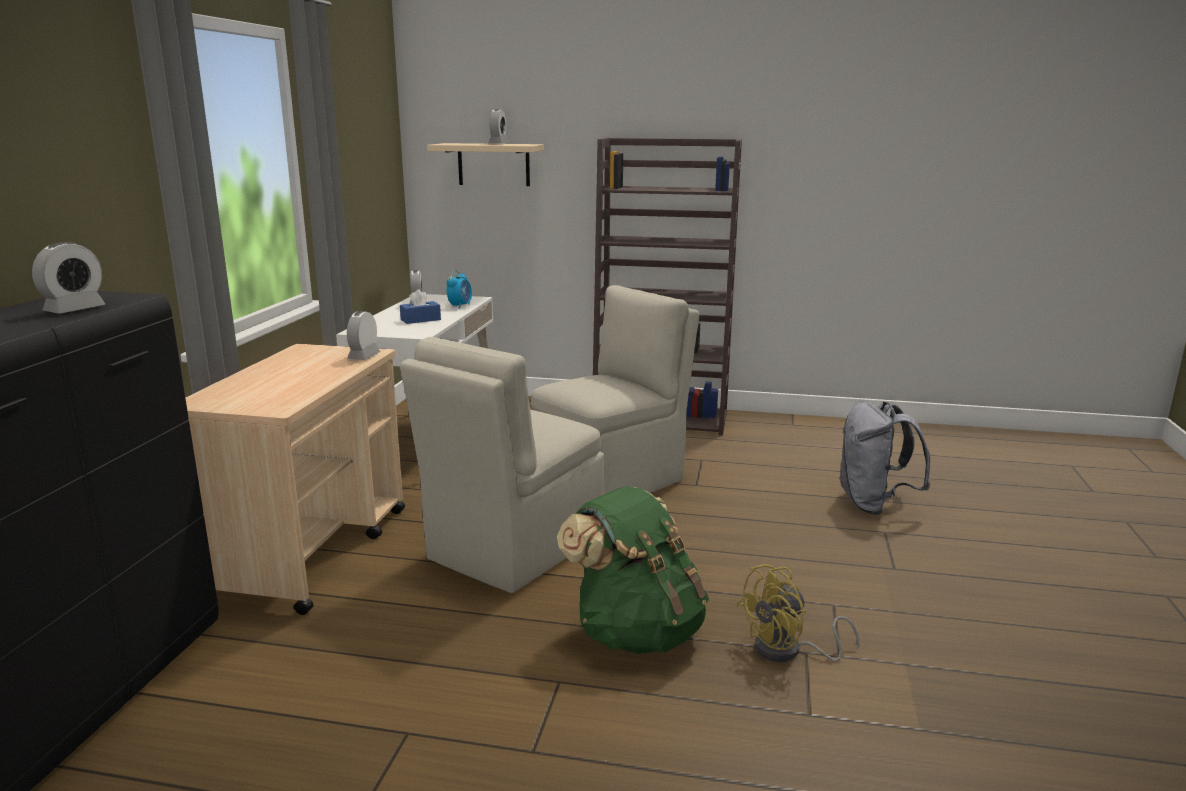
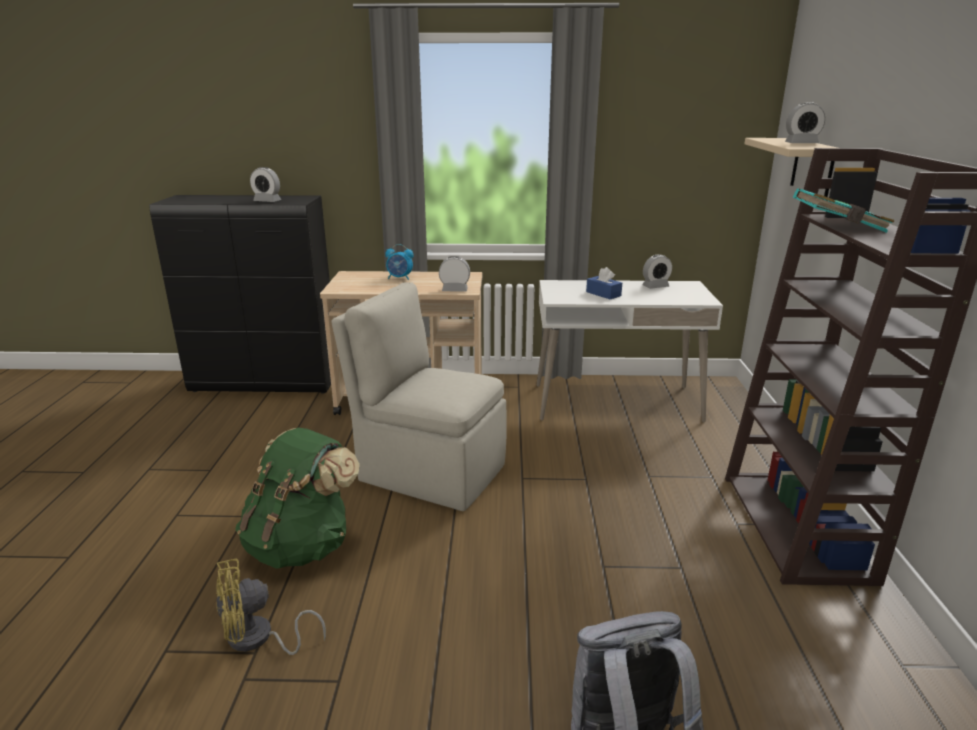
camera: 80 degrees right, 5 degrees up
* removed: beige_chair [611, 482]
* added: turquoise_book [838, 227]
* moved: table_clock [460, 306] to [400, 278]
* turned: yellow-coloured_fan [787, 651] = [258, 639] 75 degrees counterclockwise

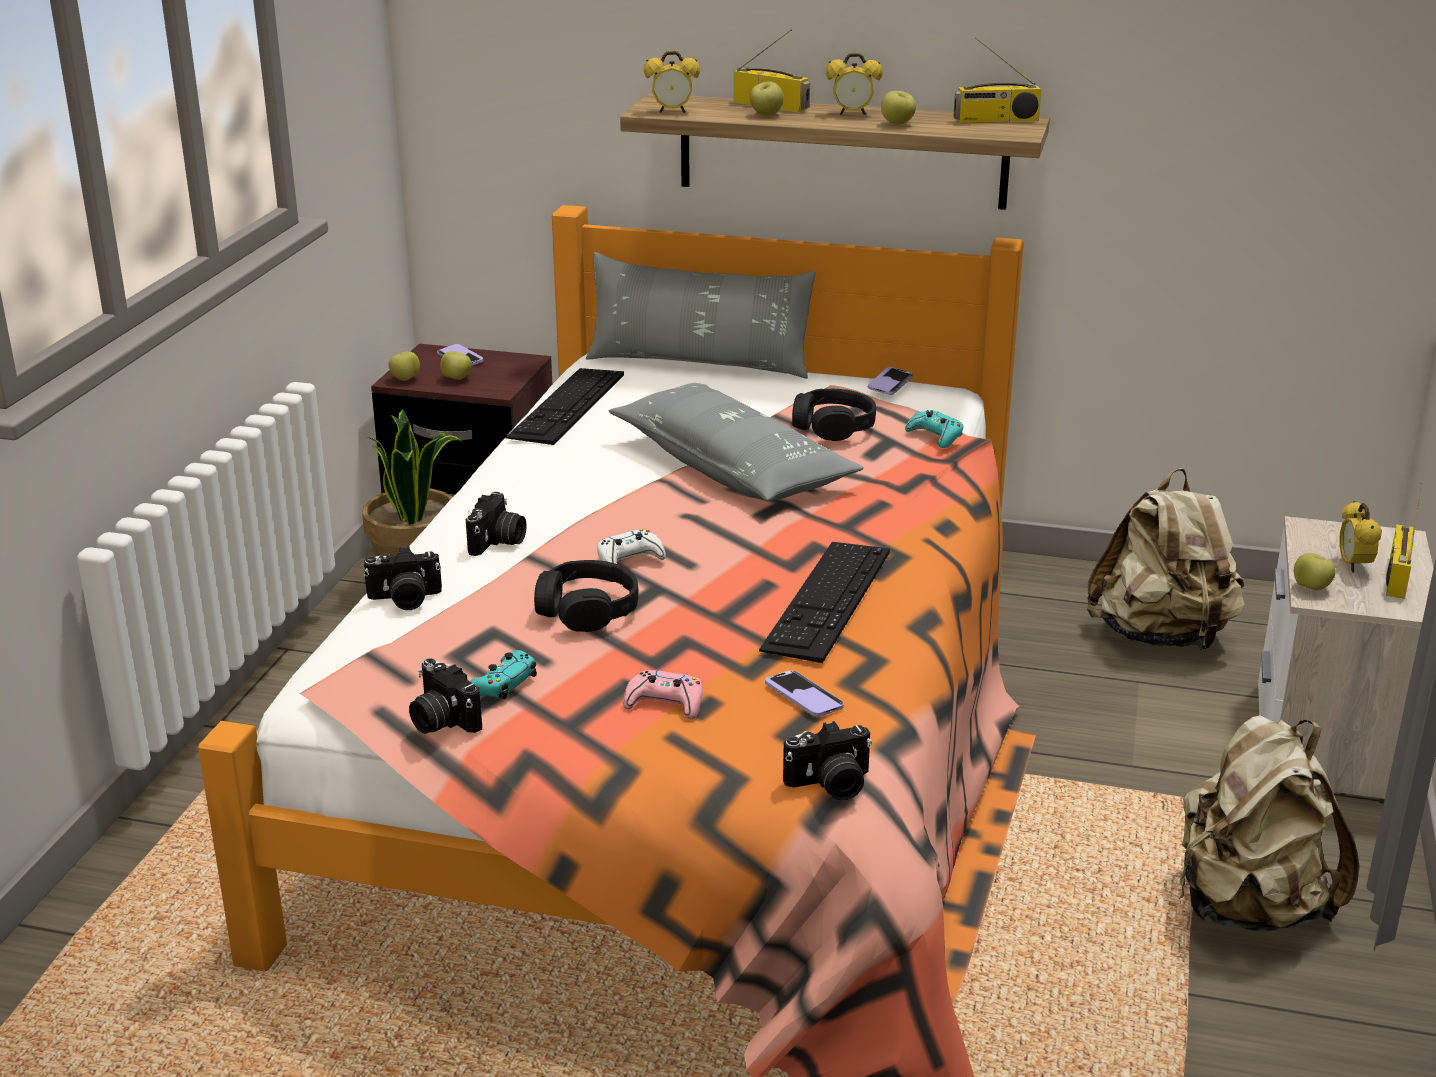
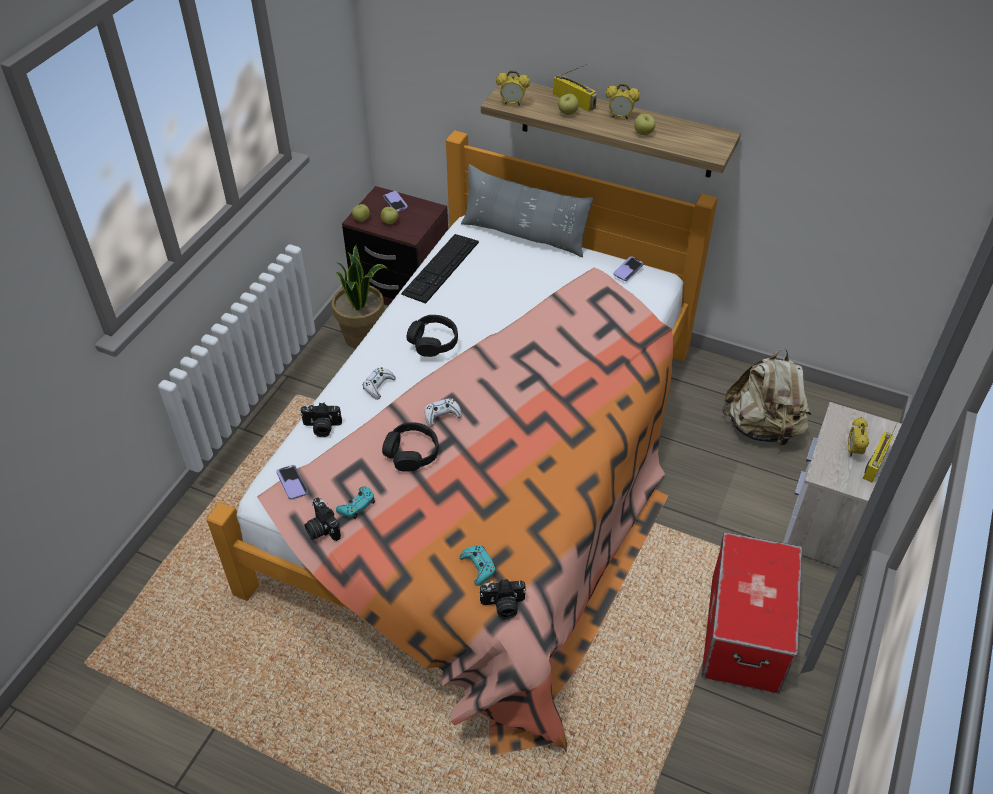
camera: 10 degrees right, 20 degrees up
* removed: greyish_pillow [732, 467]
* removed: pink_gamepad [665, 703]
* removed: PC_keyboard [827, 599]
* removed: radio_receiver [995, 120]
* removed: whole_apple [1311, 588]
* moved: phone [804, 696] to [292, 483]
* moved: black-coloured_headset [833, 426] to [433, 341]
* moved: turquoise_gamepad [935, 436] to [478, 567]
* replaced: still_camera [498, 542] to white-coloured_gamepad [378, 386]
* replaced: beige_backpack [1248, 907] to storage_box [745, 633]

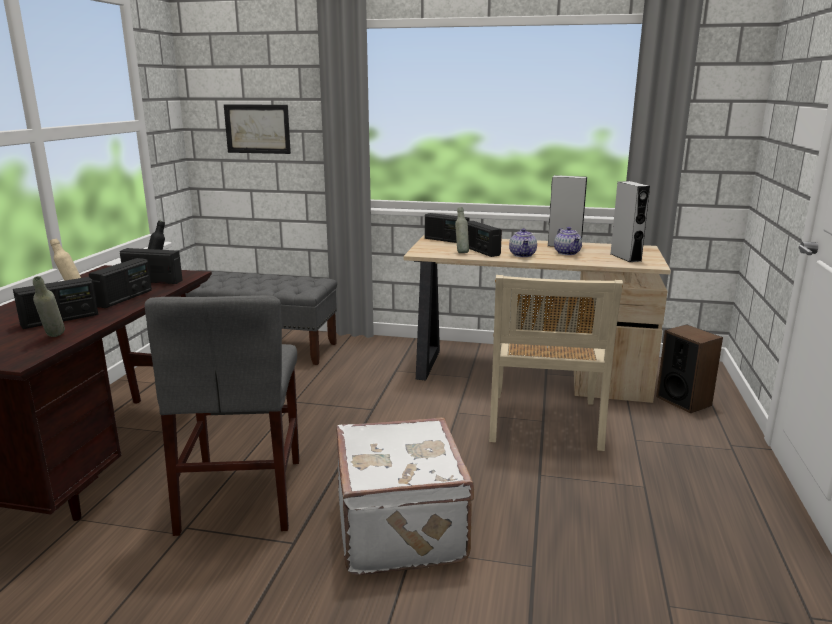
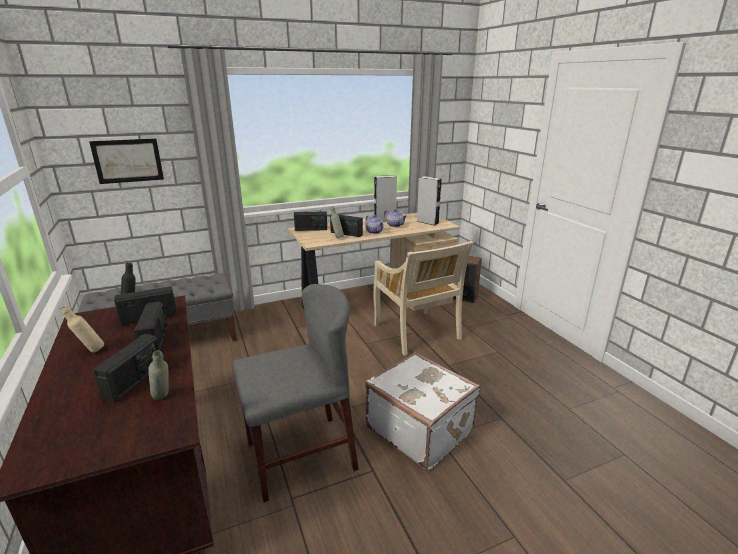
camera: 35 degrees left, 5 degrees up
* turned: greyish_chair [242, 494] = [301, 456] 75 degrees counterclockwise

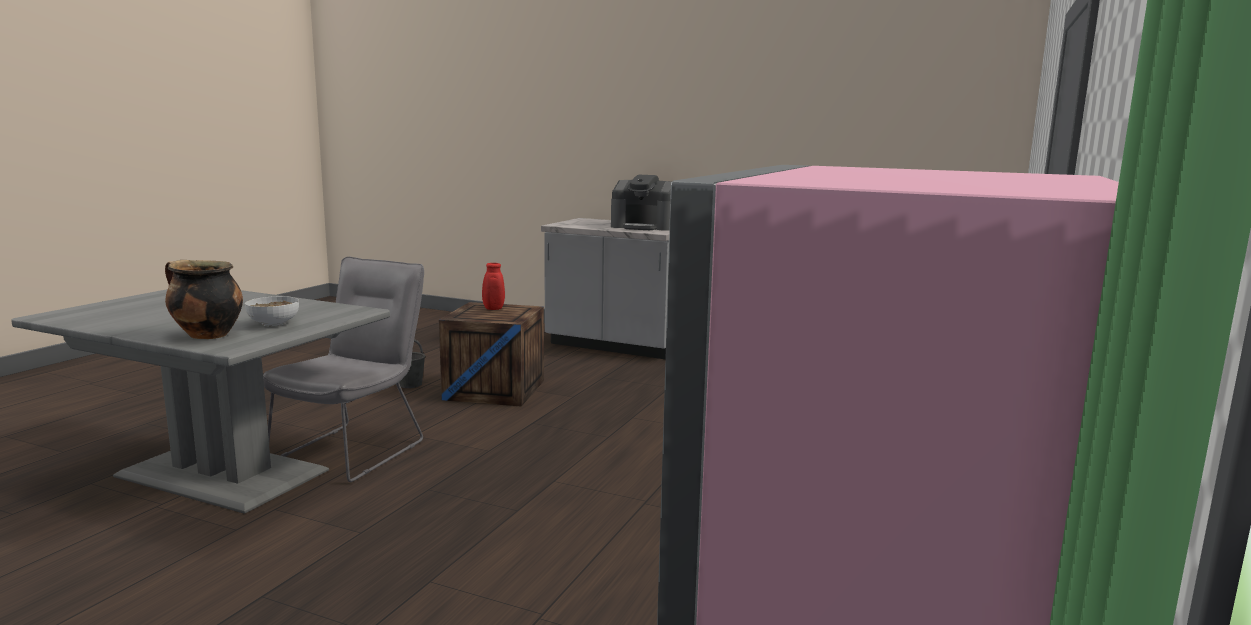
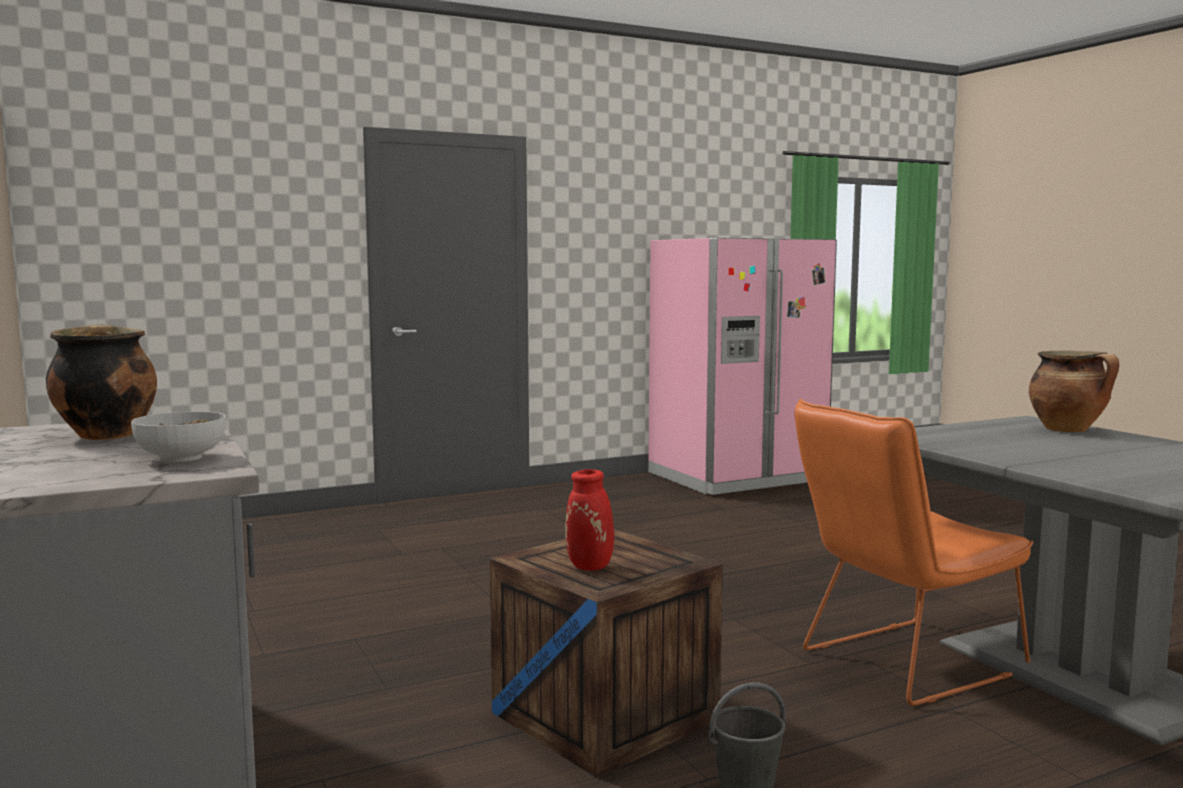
camera: 140 degrees left, 5 degrees down
* moved: serving_bowl [273, 324] to [182, 458]
* replaced: coffee_maker [644, 227] to cooking_pot [105, 435]
* recoloured: greyish_chair [355, 448] to orangey_chair [901, 664]

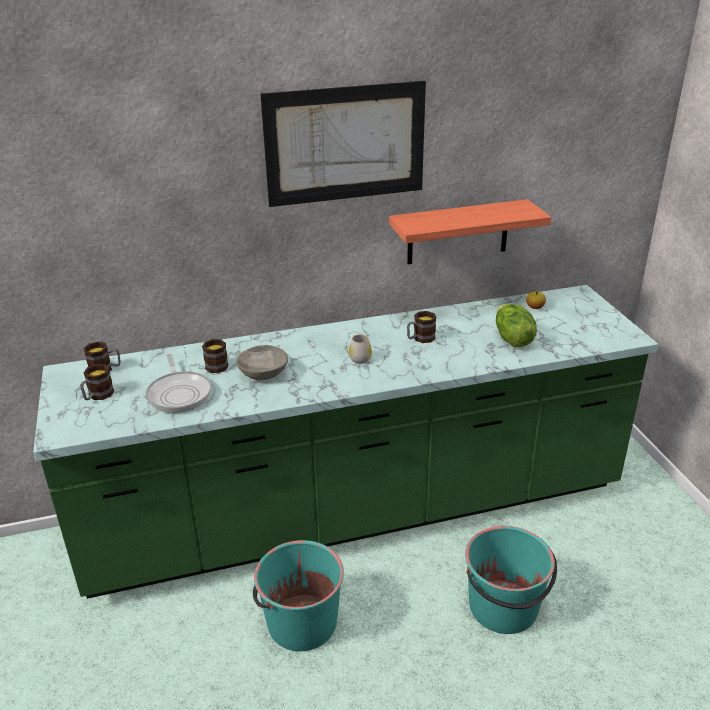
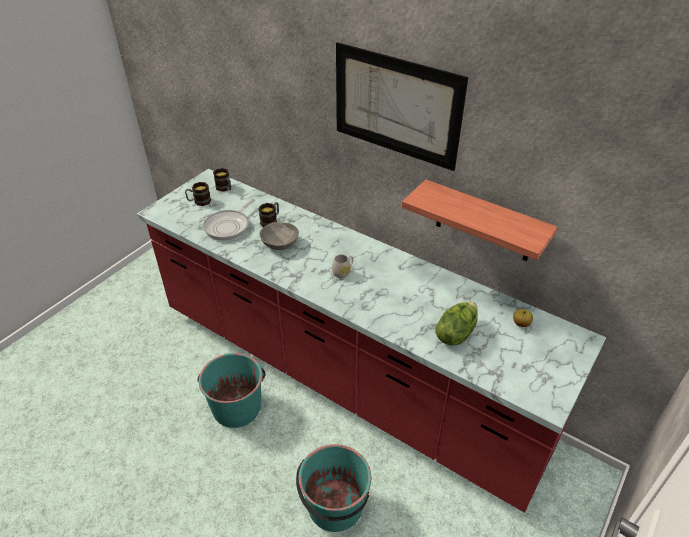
camera: 50 degrees right, 10 degrees up
* removed: coffee_mug [420, 339]
* recoloured: green_kitchen_base_unit [357, 514] to reddish_kitchen_base_unit [344, 376]

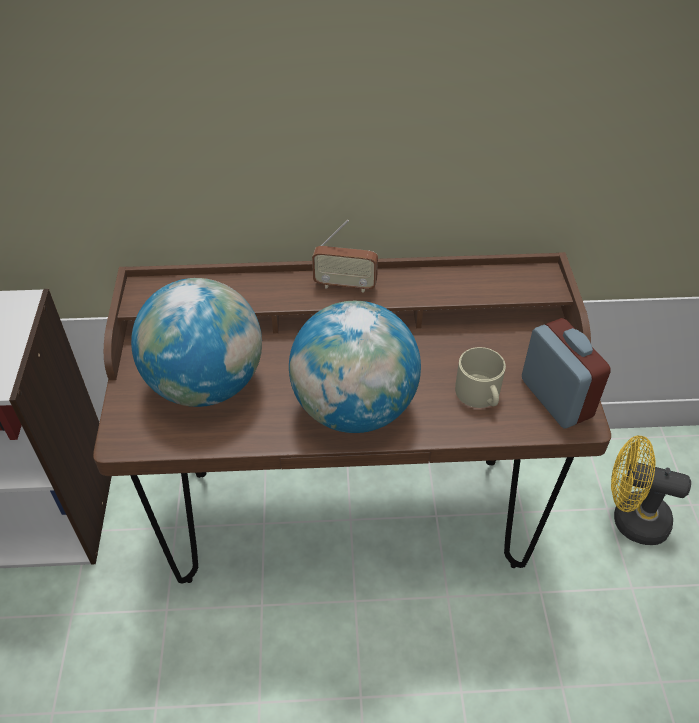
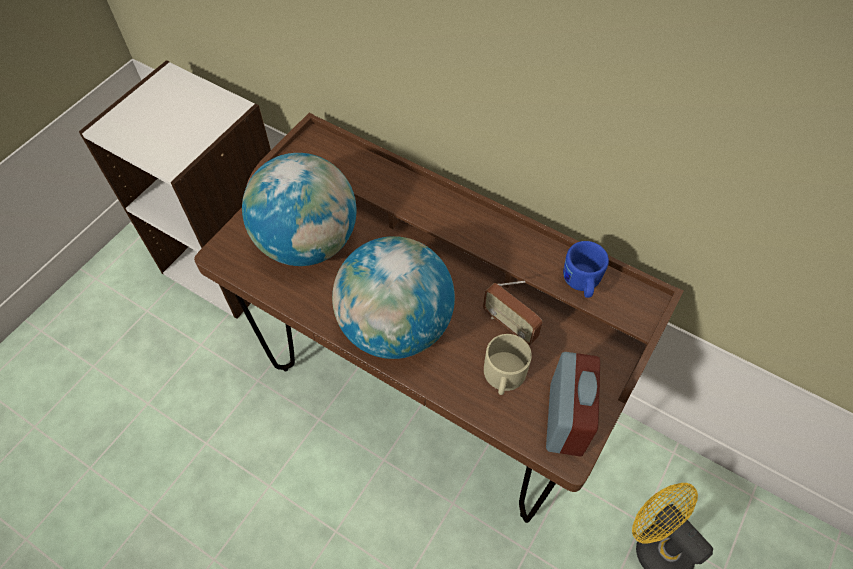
camera: 35 degrees right, 10 degrees up
* added: blue-coloured_coffee_mug [580, 284]
* moved: radio_receiver [345, 285] to [509, 325]

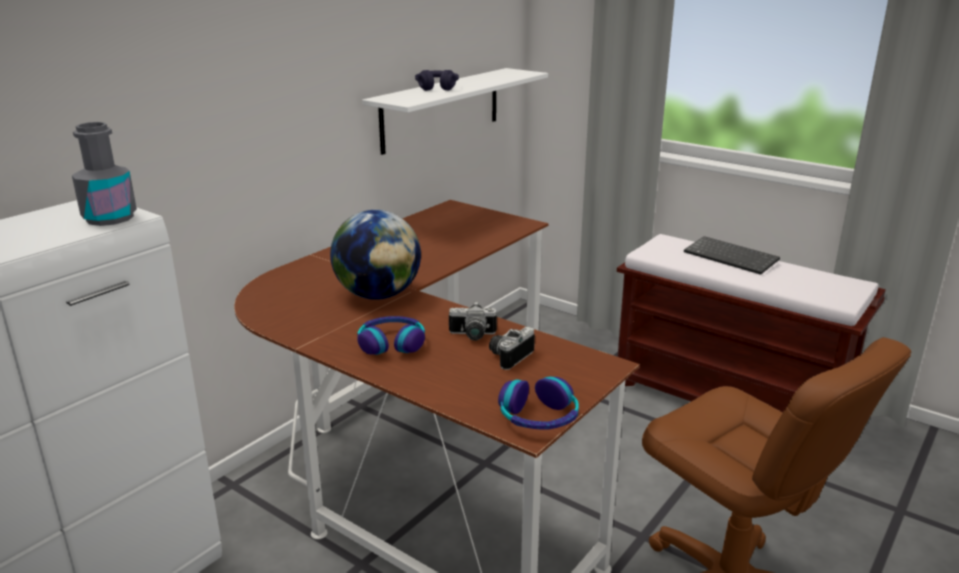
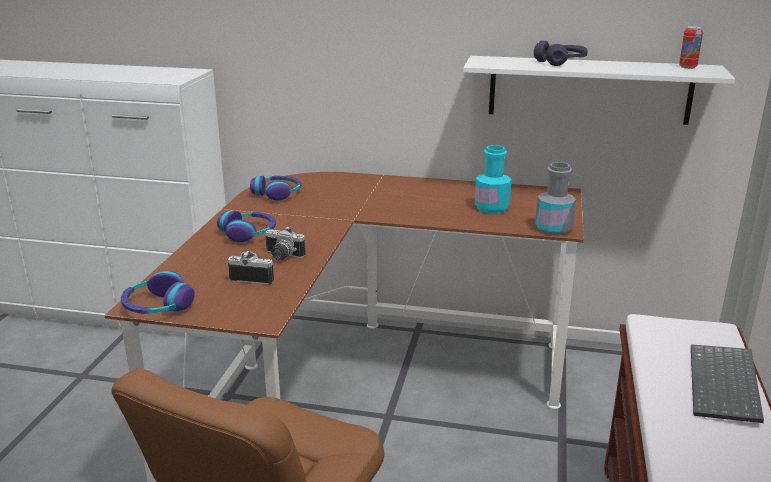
camera: 65 degrees right, 0 degrees up
* removed: desk_globe [378, 295]
* added: headset [277, 193]
* added: turquoise_bottle [491, 208]
* added: can [687, 67]
* moved: greyish_bottle [110, 218] to [553, 229]
* turned: still_camera [472, 336] = [281, 256] 45 degrees counterclockwise

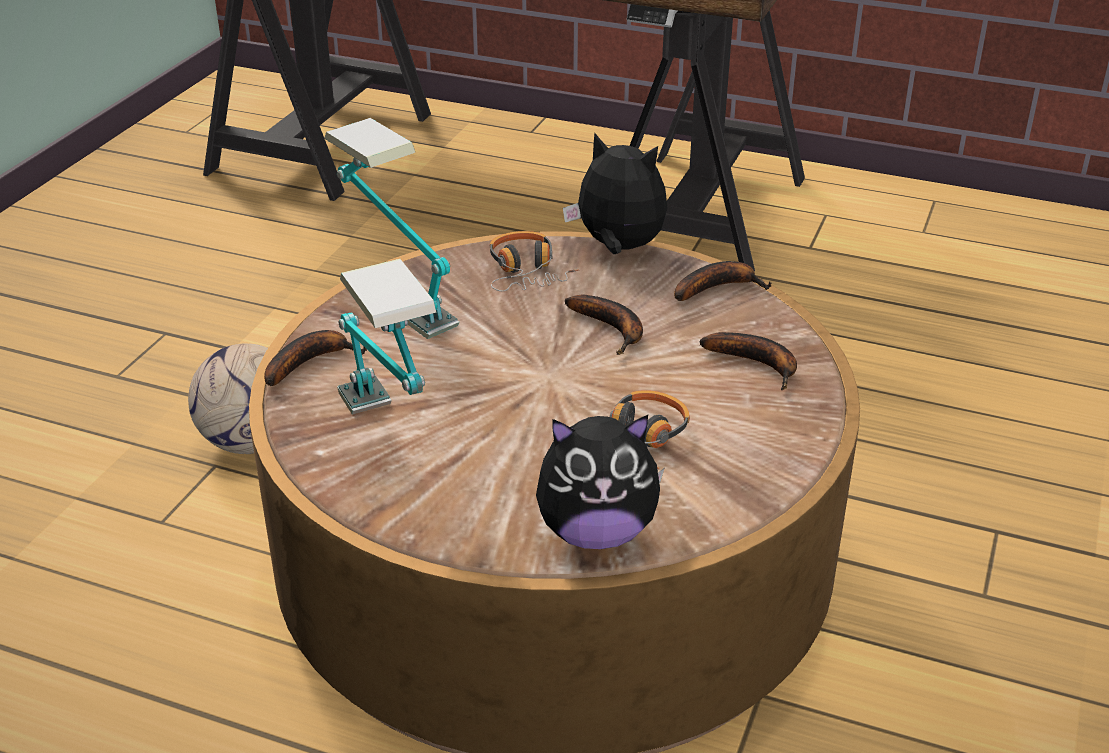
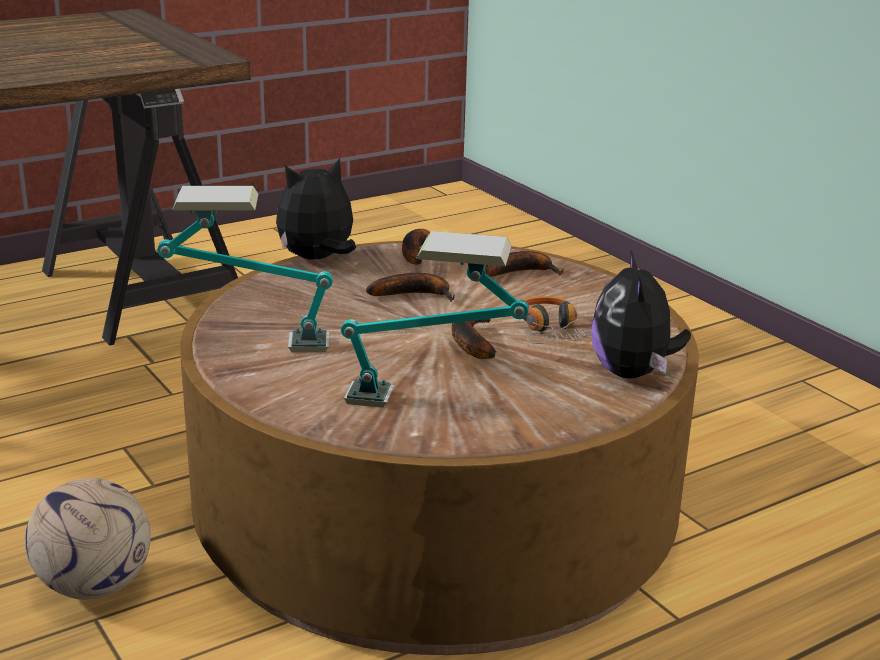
camera: 55 degrees left, 10 degrees down
* removed: headset [526, 272]
* moved: whole_banana [310, 362] to [470, 341]
* turned: cuddly_toy [596, 532] = [633, 373] 150 degrees clockwise

